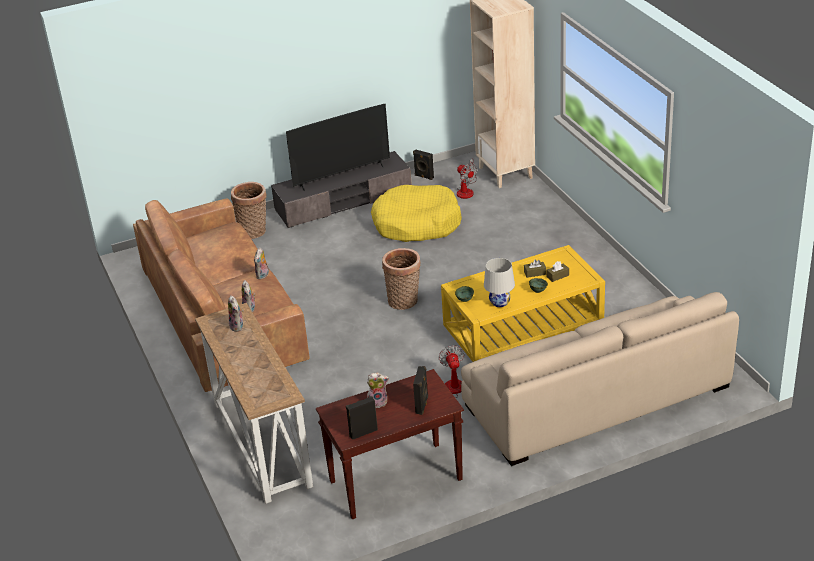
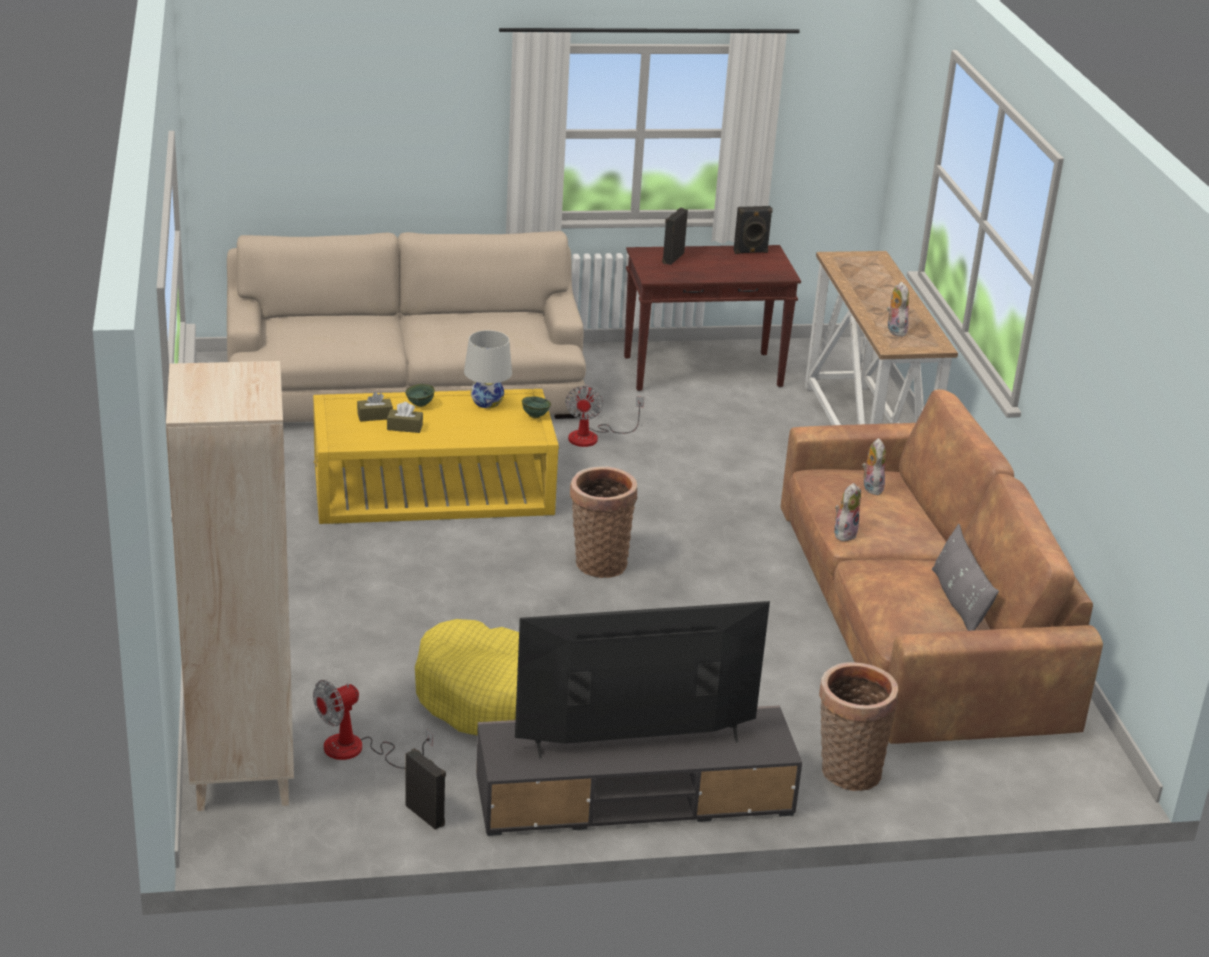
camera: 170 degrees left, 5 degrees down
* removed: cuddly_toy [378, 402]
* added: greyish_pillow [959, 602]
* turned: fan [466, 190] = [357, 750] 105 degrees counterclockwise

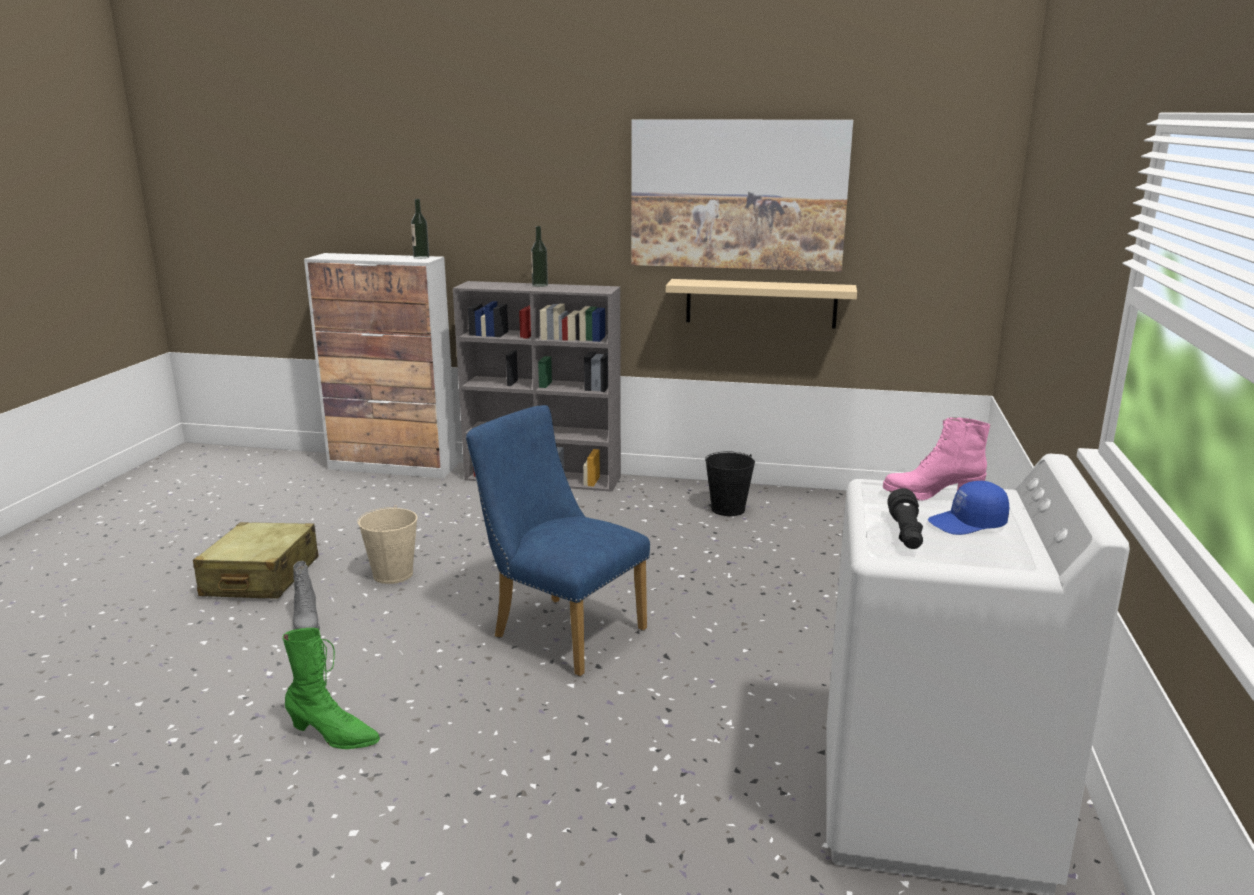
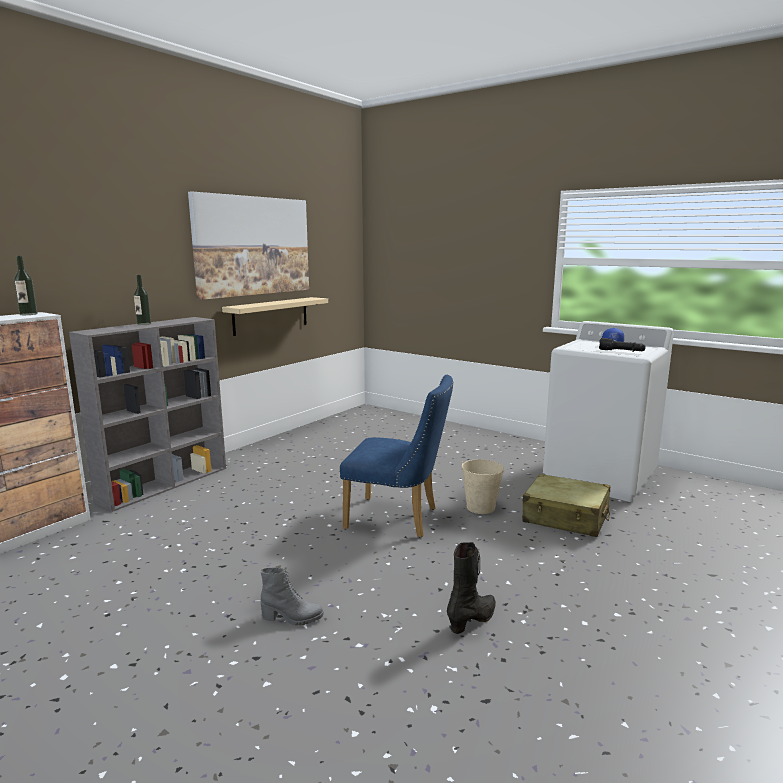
camera: 65 degrees left, 5 degrees down
* removed: black-coloured_pail [728, 509]
* removed: pink_boot [931, 496]
* moved: beige_piece_of_luggage [261, 577] to [565, 517]
* moved: beige_pail [393, 574] to [480, 507]
* recoloured: green_boot [333, 736] to black-coloured_boot [473, 620]
* turned: blue-coloured_chair [560, 630] = [398, 519] 135 degrees counterclockwise

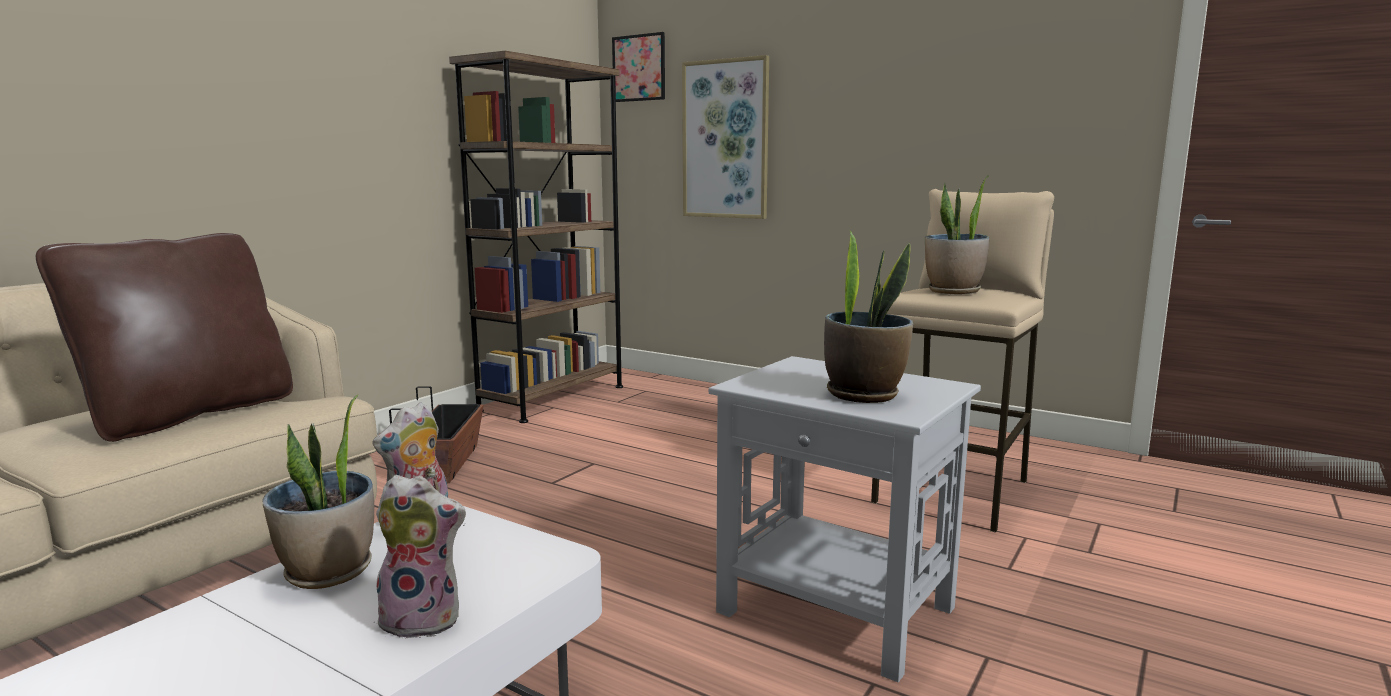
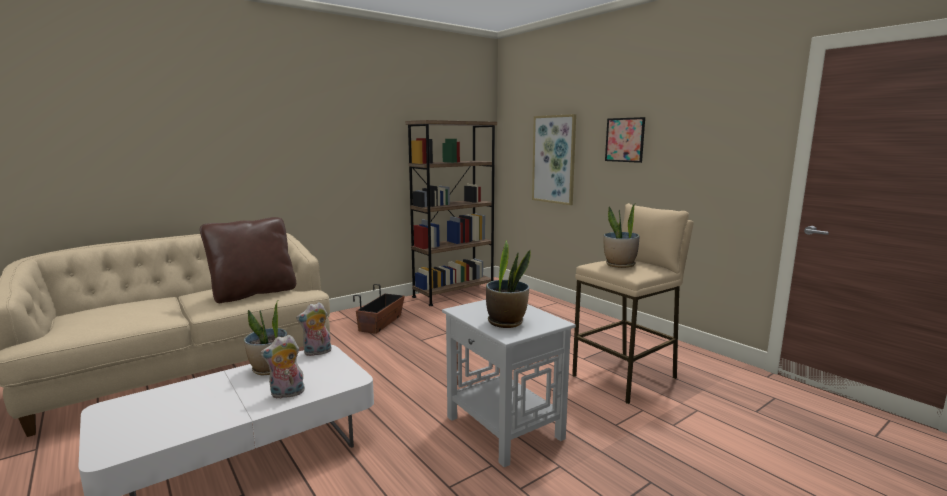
camera: 20 degrees right, 0 degrees up
* moved: picture [639, 68] to [624, 140]
* turned: cuddly_toy [425, 619] = [286, 394] 135 degrees clockwise

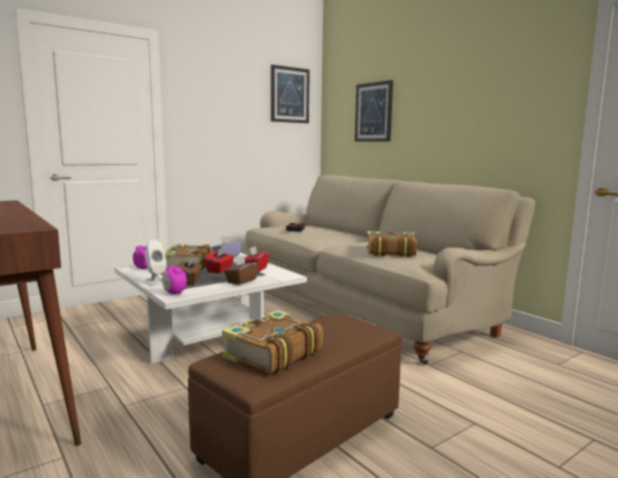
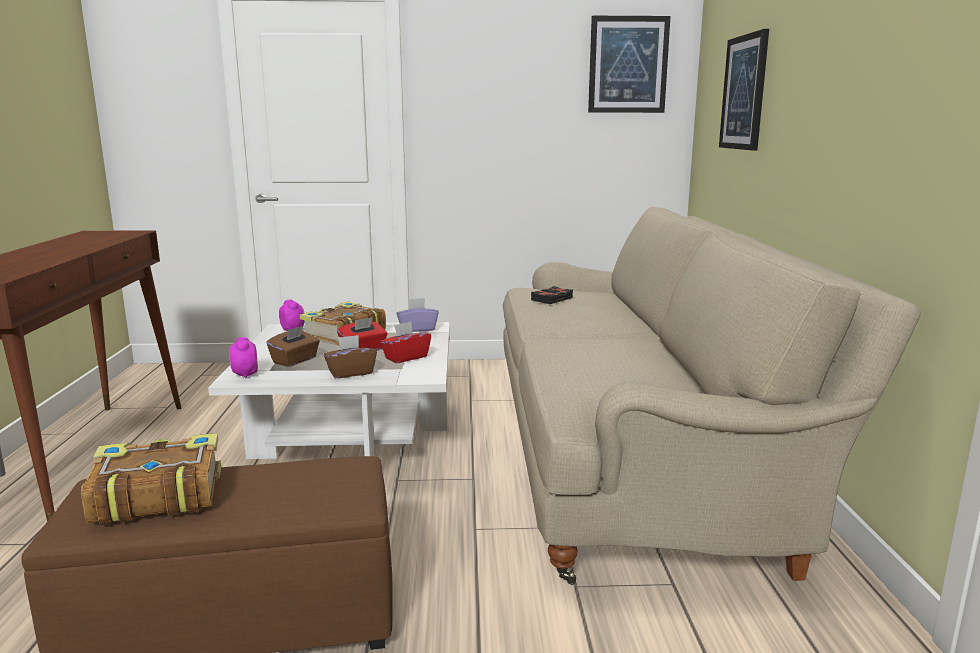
camera: 35 degrees right, 5 degrees up
* removed: white-coloured_loudspeaker [155, 282]
* removed: book [390, 252]

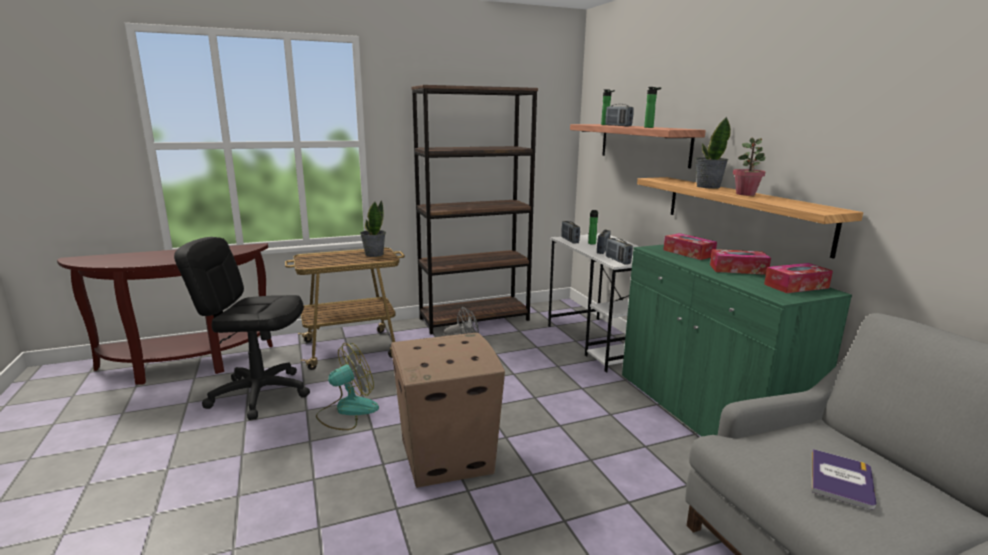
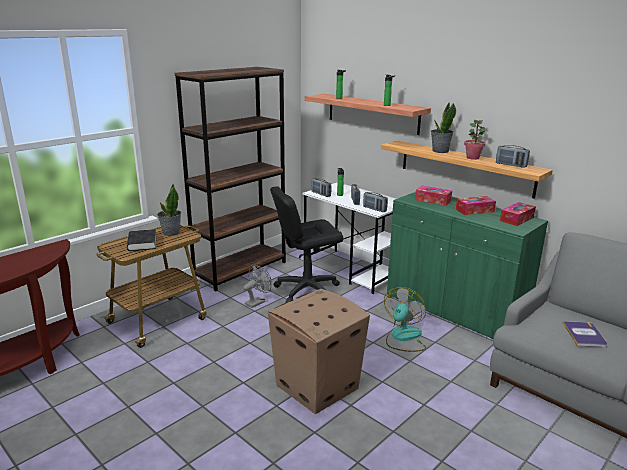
camera: 25 degrees left, 5 degrees up
* added: black-coloured_book [142, 243]
* moved: black-coloured_desk_chair [259, 394] to [307, 290]
* moved: fan [347, 411] to [403, 338]
* moved: radio_receiver [618, 126] to [511, 165]

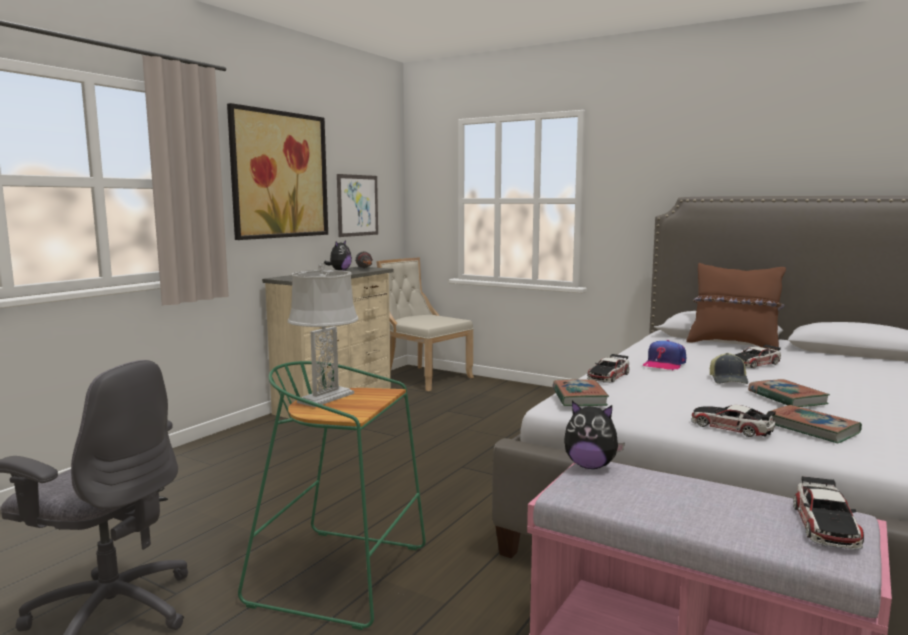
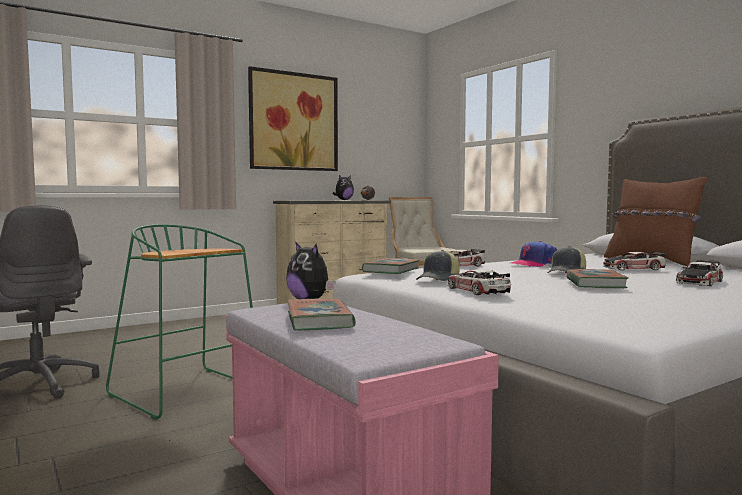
camera: 25 degrees right, 5 degrees down
* removed: greyish_lamp_for_a_table [326, 398]
* removed: picture [357, 205]
* added: cap [439, 279]
* moved: book [812, 428] to [319, 320]
* moved: model_car [825, 525] to [699, 282]

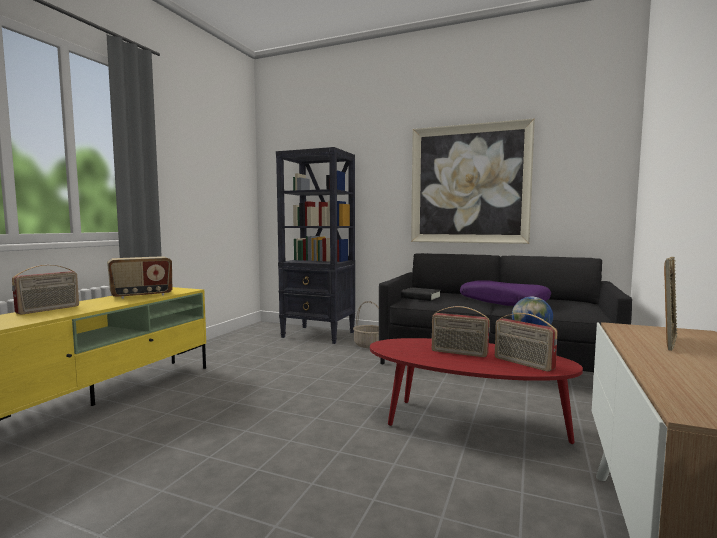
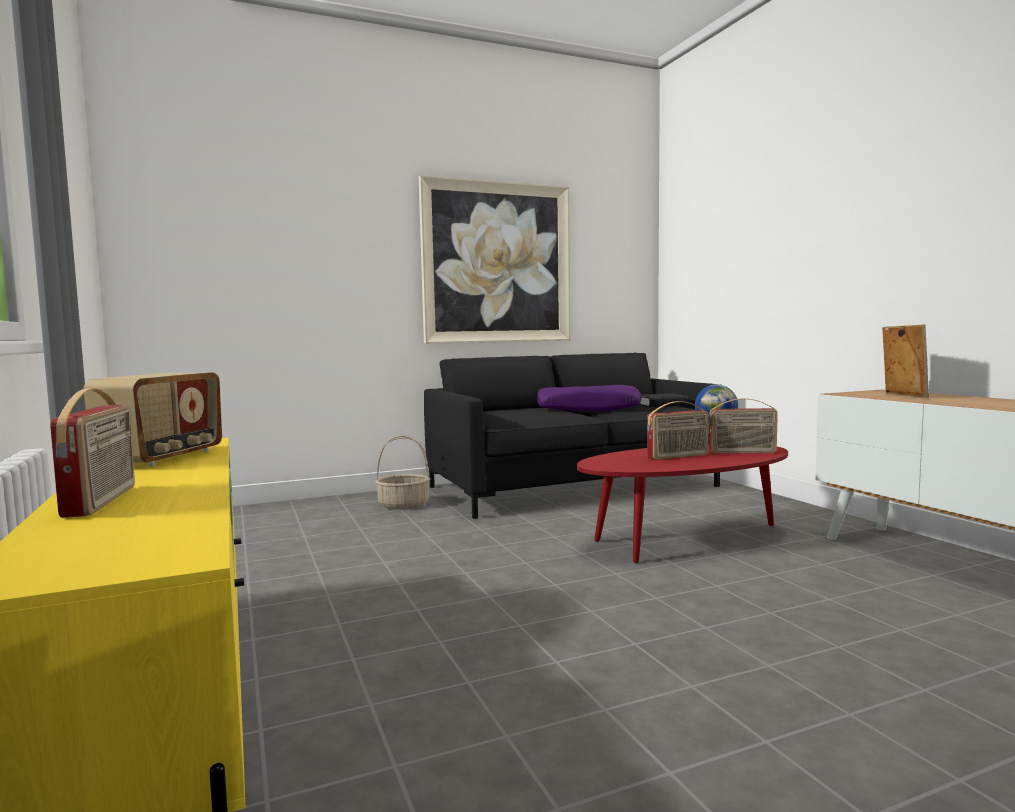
camera: 45 degrees left, 0 degrees up
* removed: black-coloured_shelving_unit [319, 335]
* moved: black-coloured_book [420, 297] to [661, 405]

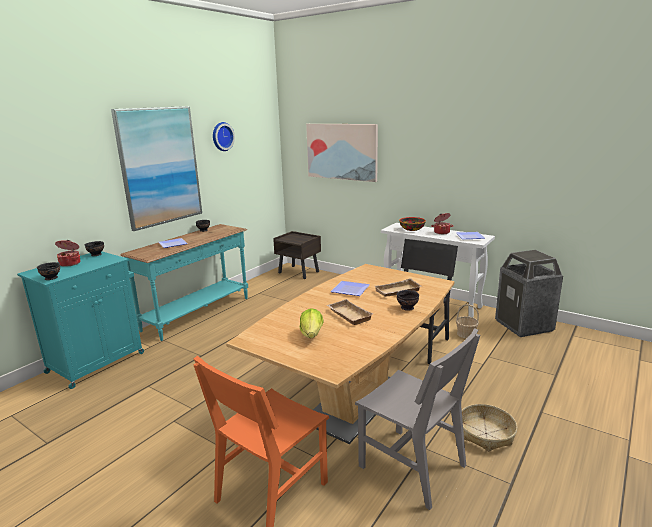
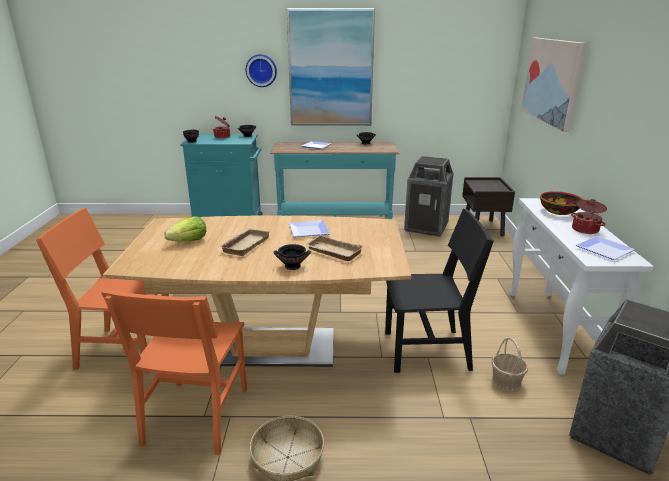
camera: 55 degrees right, 5 degrees up
* added: rubbish_bin [426, 227]
* moved: clock_on_the_wall [221, 136] to [261, 70]
* recoloured: greyish_chair [412, 466] to orangey_chair [196, 415]

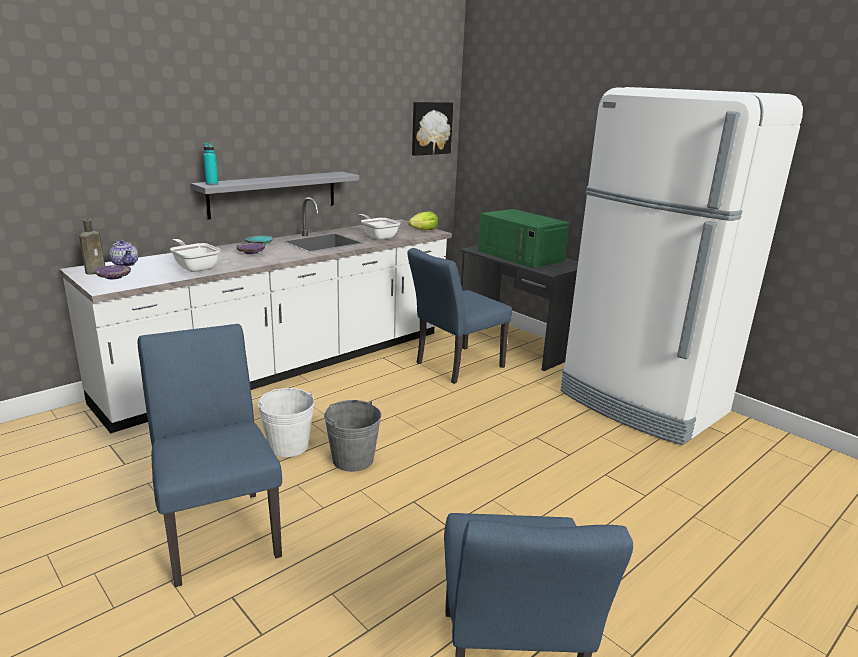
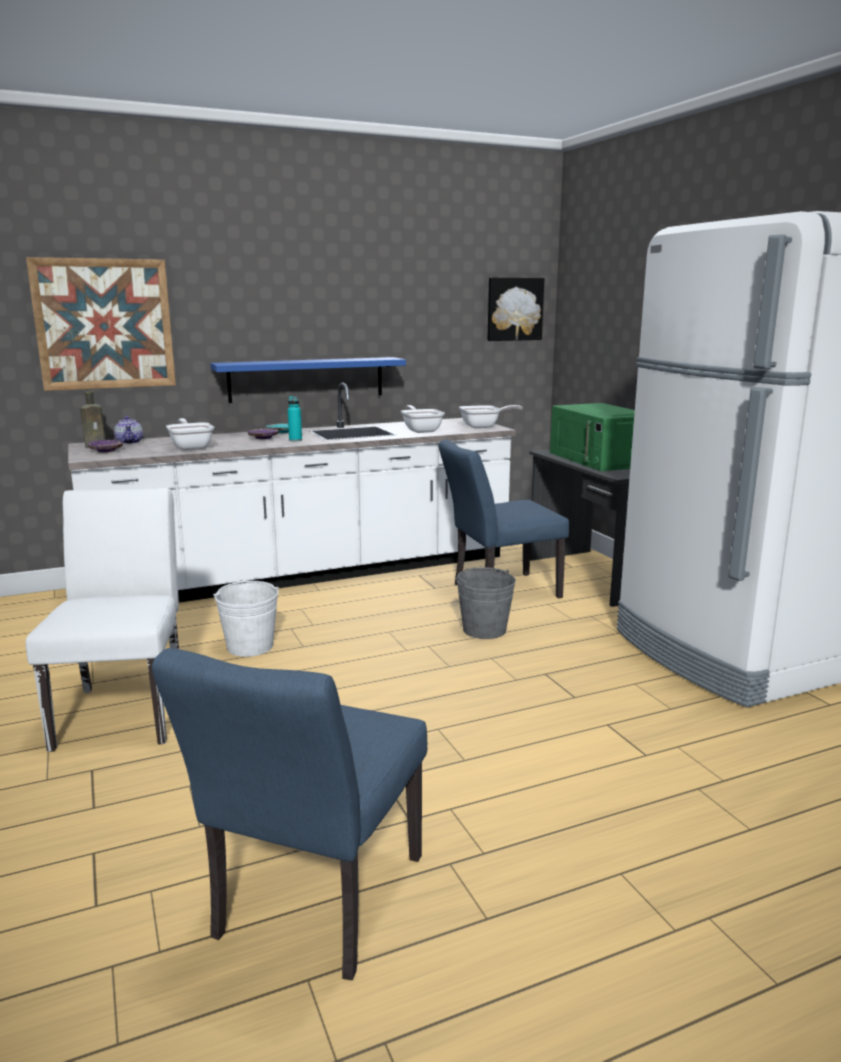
camera: 20 degrees right, 5 degrees down
* added: picture [104, 324]
* moved: turquoise_bottle [212, 184] to [295, 440]
* moved: greyish_pail [353, 459] to [484, 630]
* replaced: head_of_lettuce [423, 230] to frying_pan [484, 426]
* recoloured: blue-coloured_chair [218, 528] to white-coloured_chair [125, 709]
* recoloured: greyish_wall_shelf [274, 194] to blue-coloured_wall_shelf [307, 379]

